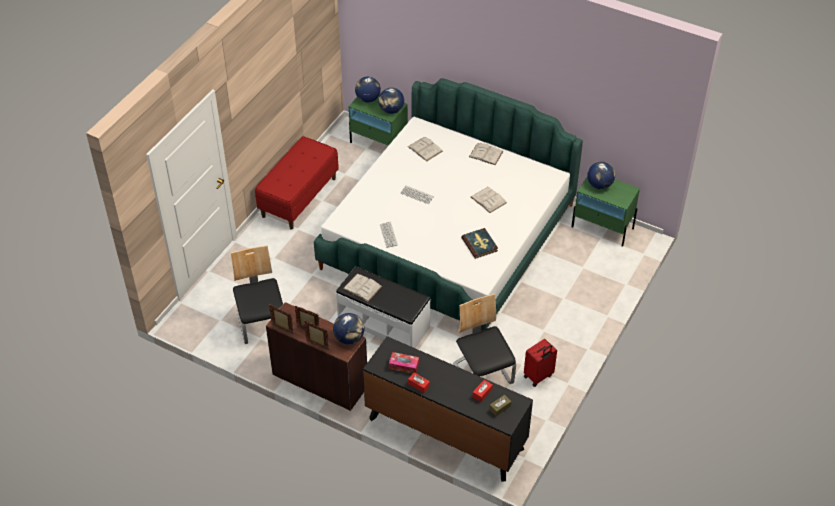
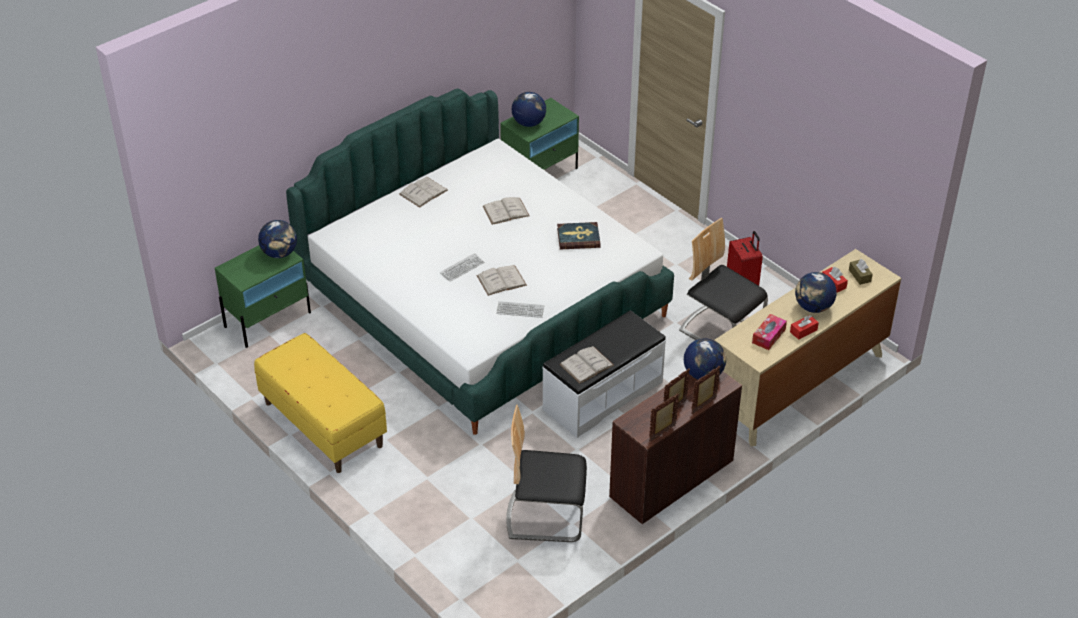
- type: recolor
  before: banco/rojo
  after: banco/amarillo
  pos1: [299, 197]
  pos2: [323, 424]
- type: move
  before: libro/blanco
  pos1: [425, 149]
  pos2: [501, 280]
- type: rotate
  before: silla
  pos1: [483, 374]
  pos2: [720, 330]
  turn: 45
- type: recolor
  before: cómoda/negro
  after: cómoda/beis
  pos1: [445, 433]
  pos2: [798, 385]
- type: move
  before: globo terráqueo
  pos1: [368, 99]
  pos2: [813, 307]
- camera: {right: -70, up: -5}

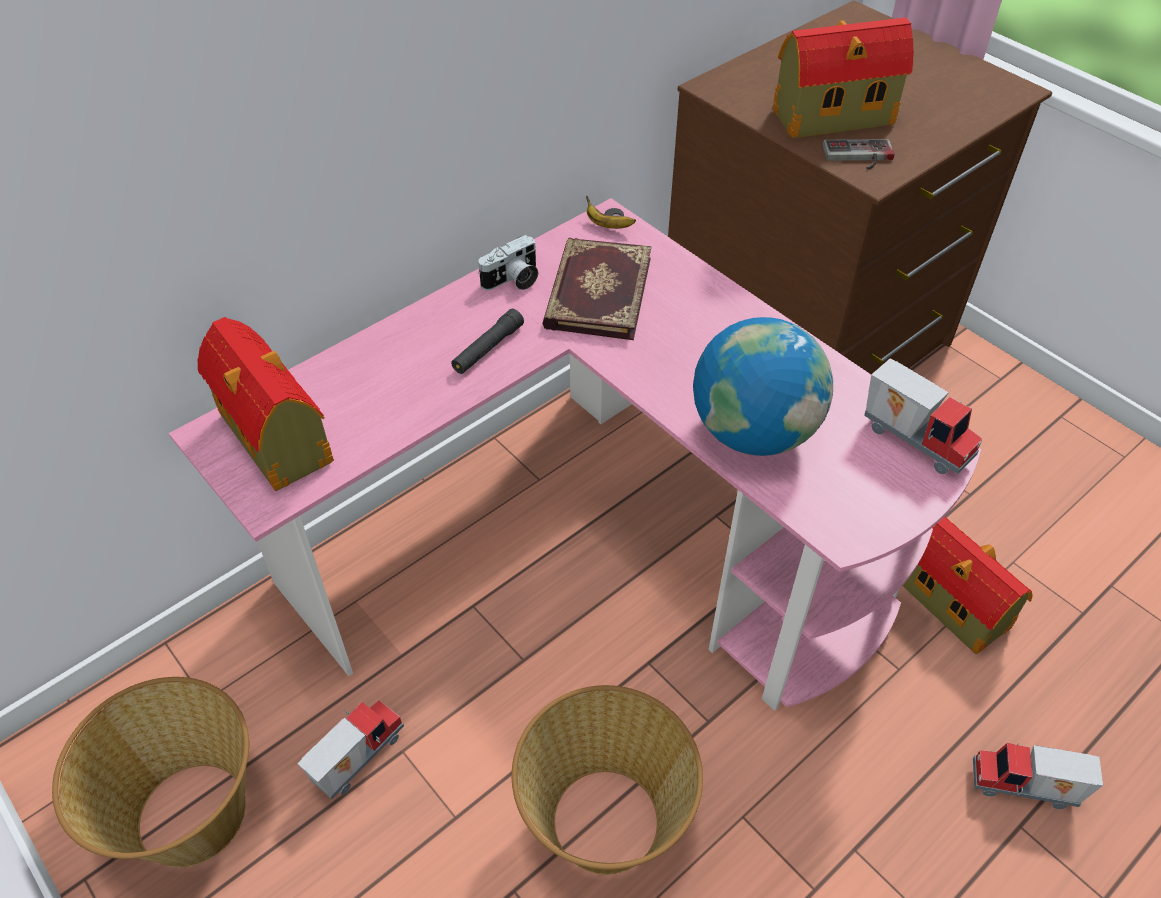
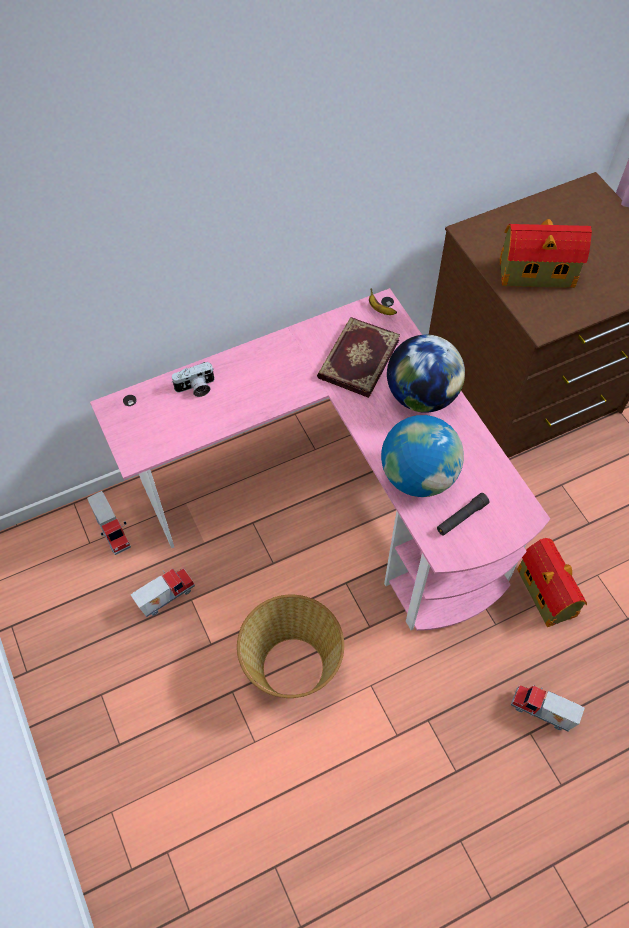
- type: move
  before: camión de juguete
  pos1: [915, 439]
  pos2: [113, 530]
- type: move
  before: cámara
  pos1: [513, 280]
  pos2: [196, 388]
- type: insert
  after: globo terráqueo
  pos2: [421, 395]
- type: move
  before: linterna/negro
  pos1: [488, 349]
  pos2: [461, 517]
- type: delete
  before: cesta
  pos1: [190, 813]
- type: delete
  before: casita
  pos1: [276, 439]
- type: delete
  before: mando de consola
  pos1: [859, 157]
- camera: {right: 15, up: 10}

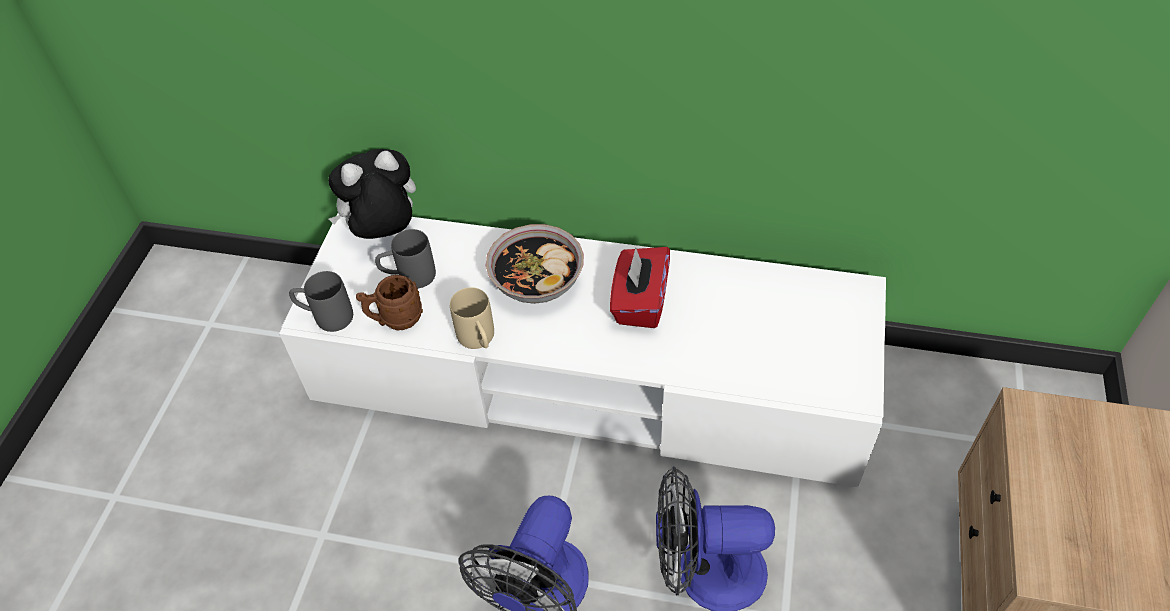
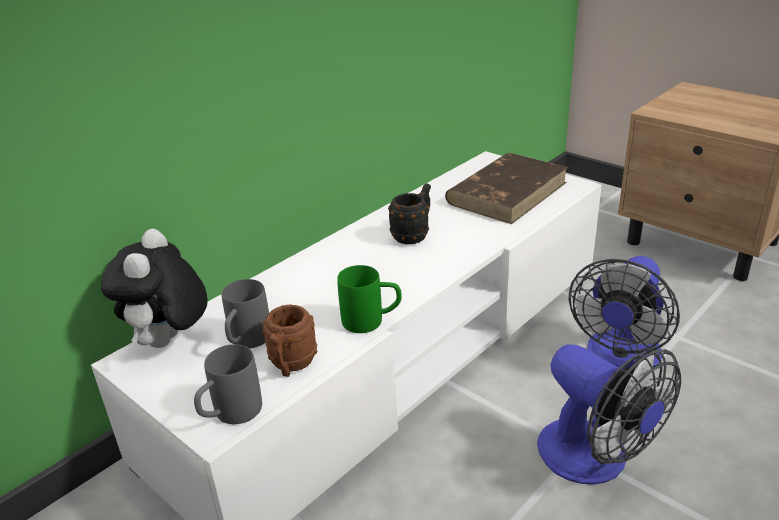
- type: recolor
  before: taza grande/beis
  after: taza grande/verde
  pos1: [479, 341]
  pos2: [372, 321]
- type: replace
  before: caja de pañuelos/rojo
  after: taza grande/negro
  pos1: [639, 302]
  pos2: [414, 235]
- type: insert
  after: libro/marrón
  pos2: [507, 192]
- type: delete
  before: cuenco
  pos1: [537, 281]
- camera: {right: -60, up: -20}

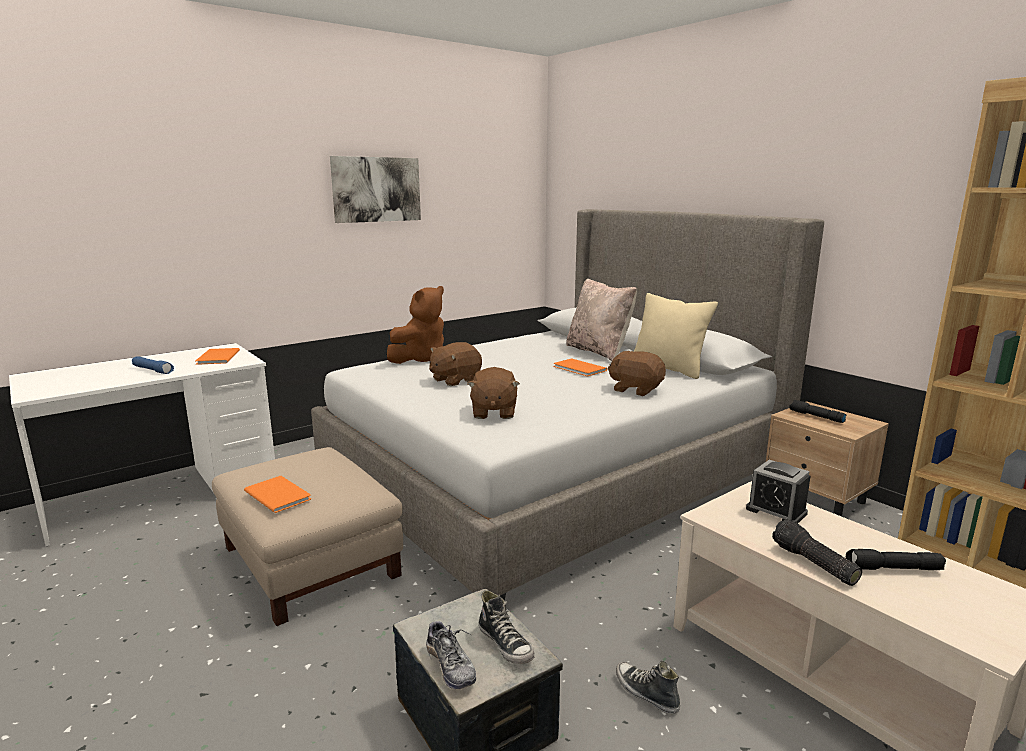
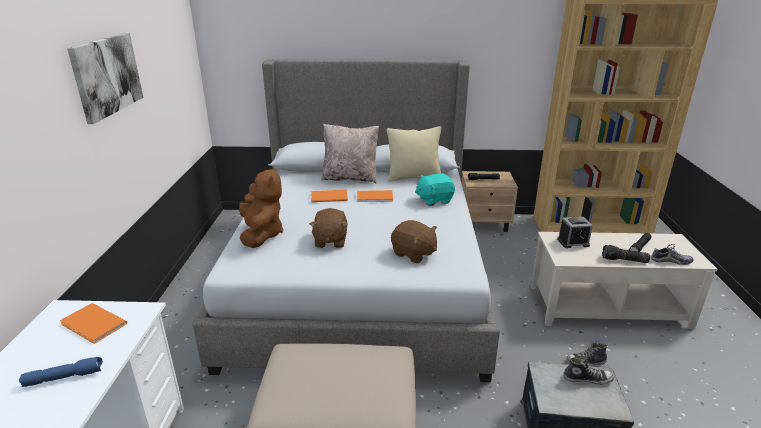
- type: move
  before: libro/naranja
  pos1: [278, 494]
  pos2: [328, 196]
- type: recolor
  before: peluche/marrón
  after: peluche/turquesa
  pos1: [636, 389]
  pos2: [434, 200]
- type: move
  before: zapato
  pos1: [450, 666]
  pos2: [670, 261]
- camera: {right: -50, up: 10}

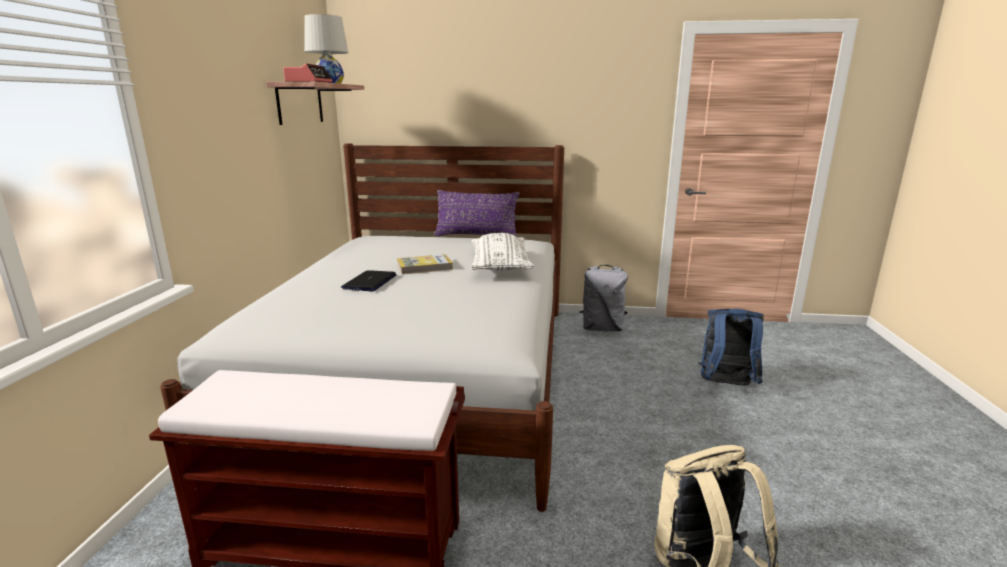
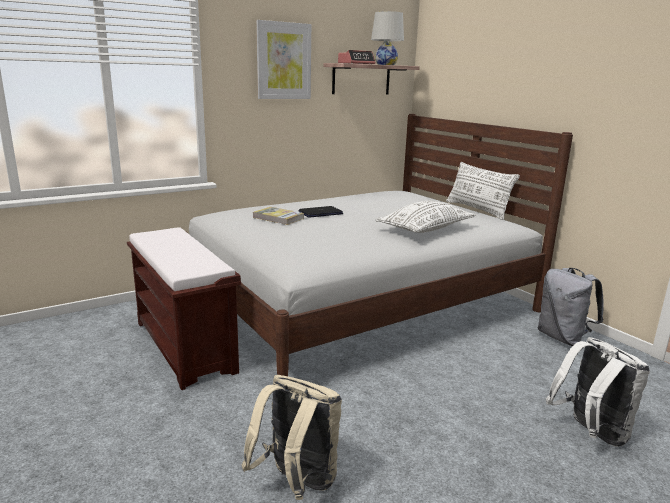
- type: move
  before: libro
  pos1: [424, 267]
  pos2: [278, 218]
- type: insert
  after: cuadro
  pos2: [283, 61]
- type: recolor
  before: cojín/morado
  after: cojín/blanco
  pos1: [476, 236]
  pos2: [477, 210]
- type: recolor
  before: mochila/azul
  after: mochila/blanco
  pos1: [726, 385]
  pos2: [590, 433]
- camera: {right: 50, up: 0}

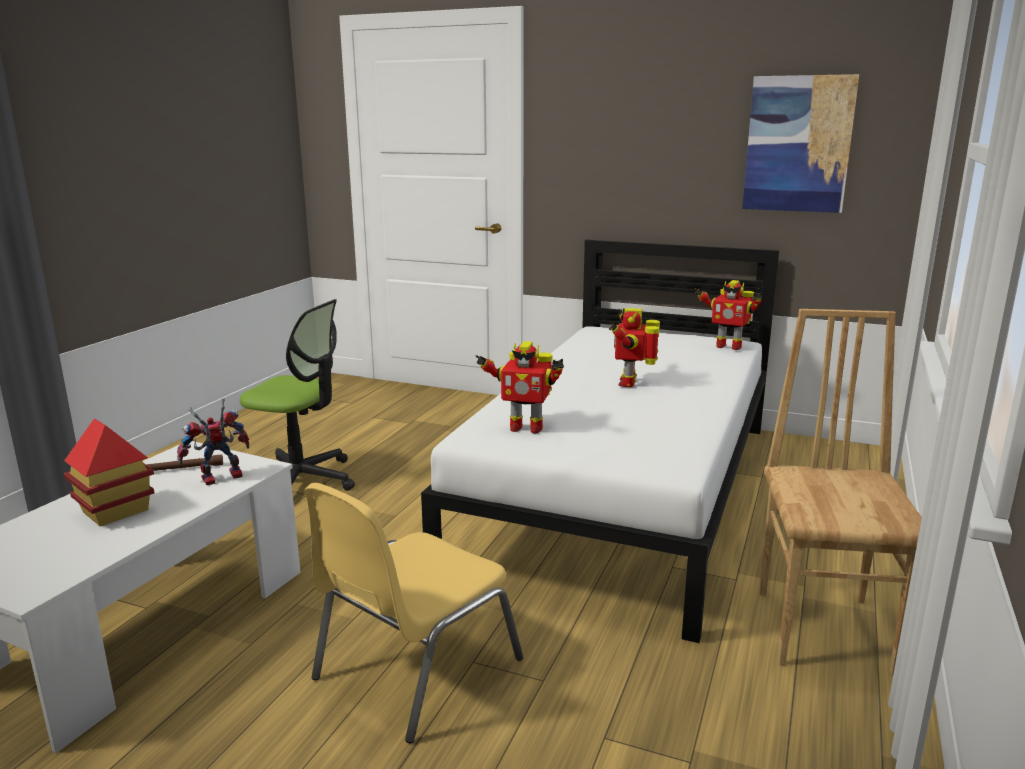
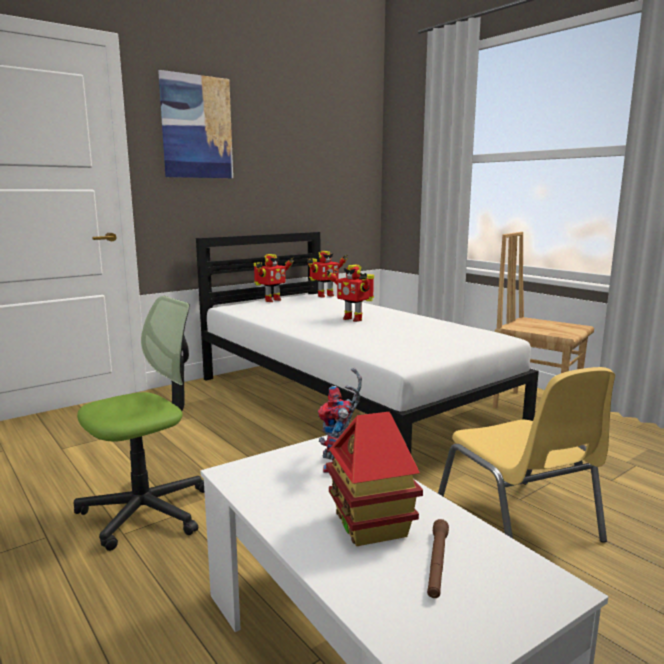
- type: move
  before: cuadro
  pos1: [798, 144]
  pos2: [197, 127]
- type: move
  before: robot de juguete
  pos1: [525, 427]
  pos2: [271, 300]
- type: move
  before: linterna/marrón
  pos1: [185, 468]
  pos2: [437, 564]
- camera: {right: -60, up: -5}

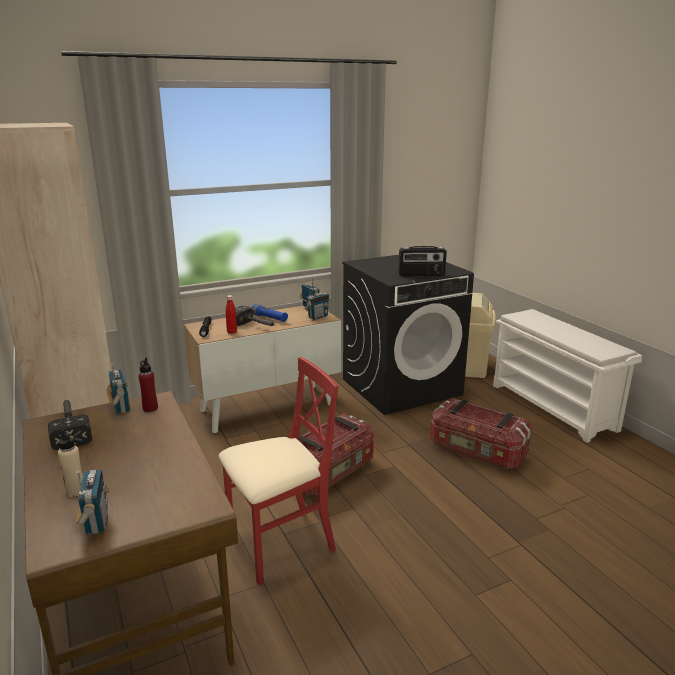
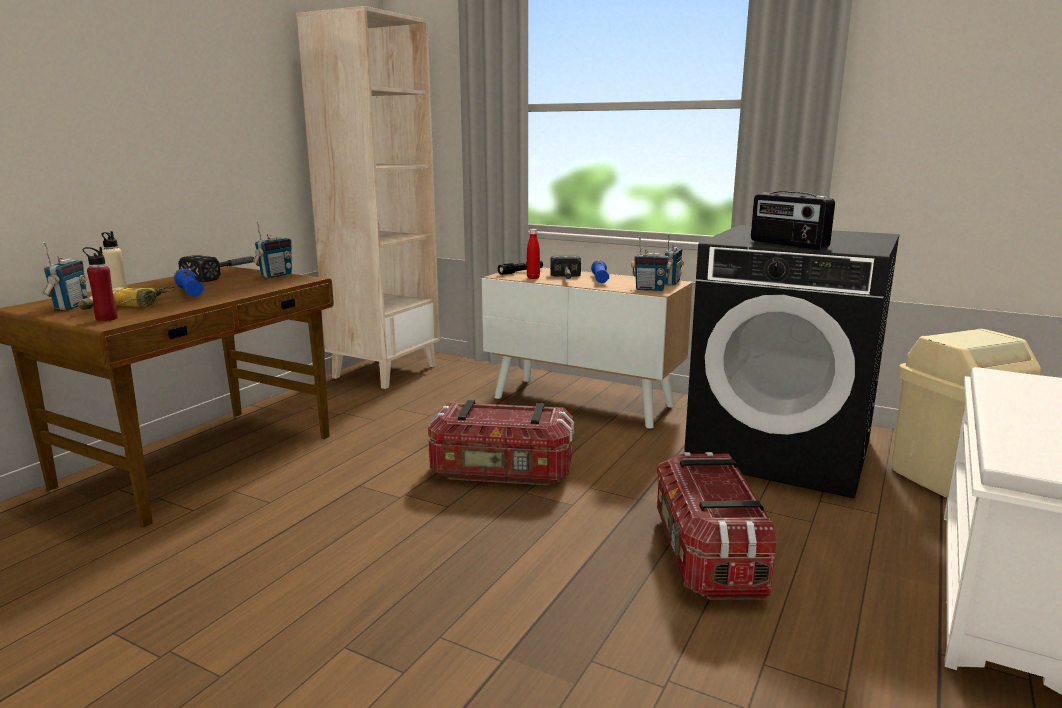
- type: rotate
  before: radio
  pos1: [96, 522]
  pos2: [70, 306]
  turn: -45
- type: insert
  after: taladro
  pos2: [127, 306]
- type: move
  before: botella/rojo
  pos1: [150, 408]
  pos2: [106, 319]
- type: insert
  after: linterna/azul
  pos2: [189, 292]
- type: delete
  before: silla/rojo
  pos1: [280, 544]
- camera: {right: 55, up: -5}

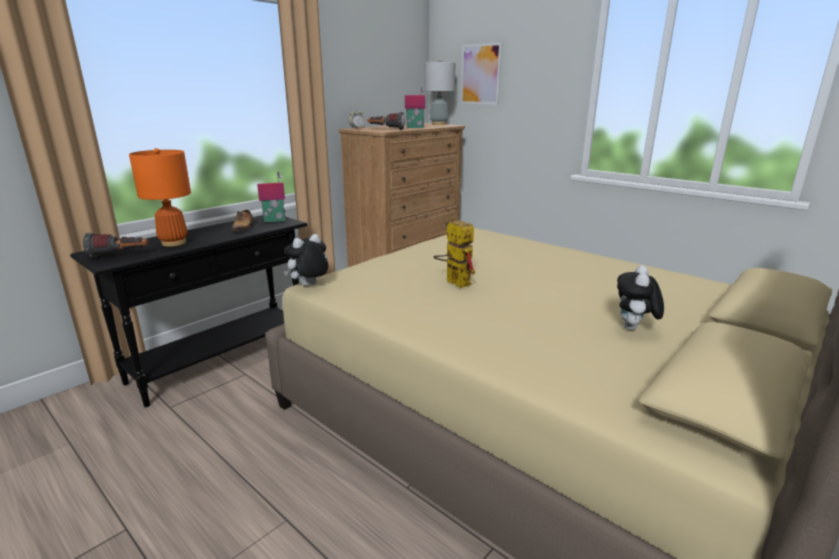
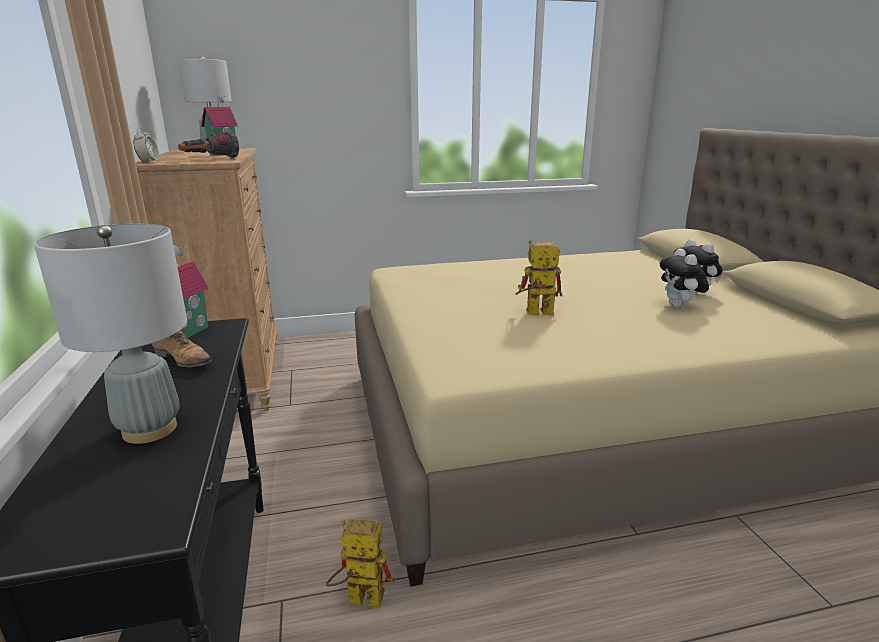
- type: recolor
  before: lámpara de mesa/naranja
  after: lámpara de mesa/gris
  pos1: [173, 243]
  pos2: [149, 429]
- type: insert
  after: robot de juguete
  pos2: [357, 599]
- type: move
  before: peluche
  pos1: [309, 286]
  pos2: [679, 306]
- type: delete
  before: linterna
  pos1: [119, 256]
- type: delete
  before: cuadro
  pos1: [480, 74]
- camera: {right: -55, up: 0}

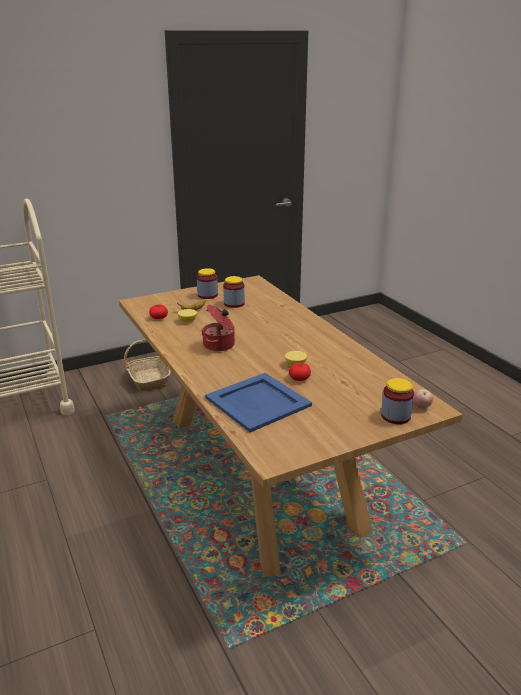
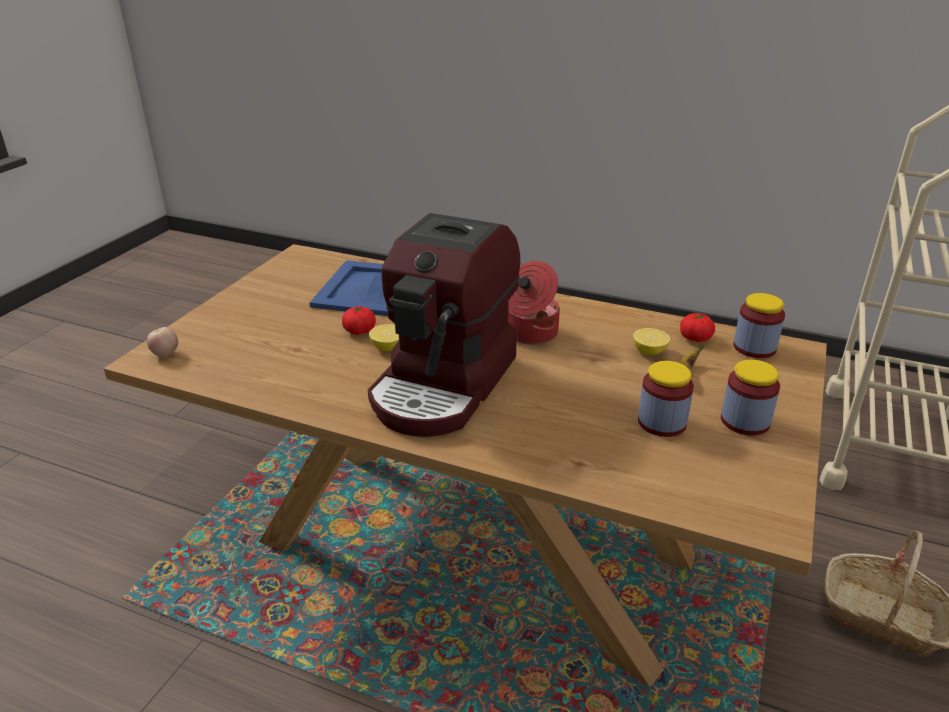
- type: insert
  after: cafetera
  pos2: [445, 384]
- type: move
  before: tarro
  pos1: [395, 416]
  pos2: [754, 347]
- camera: {right: 140, up: 5}

